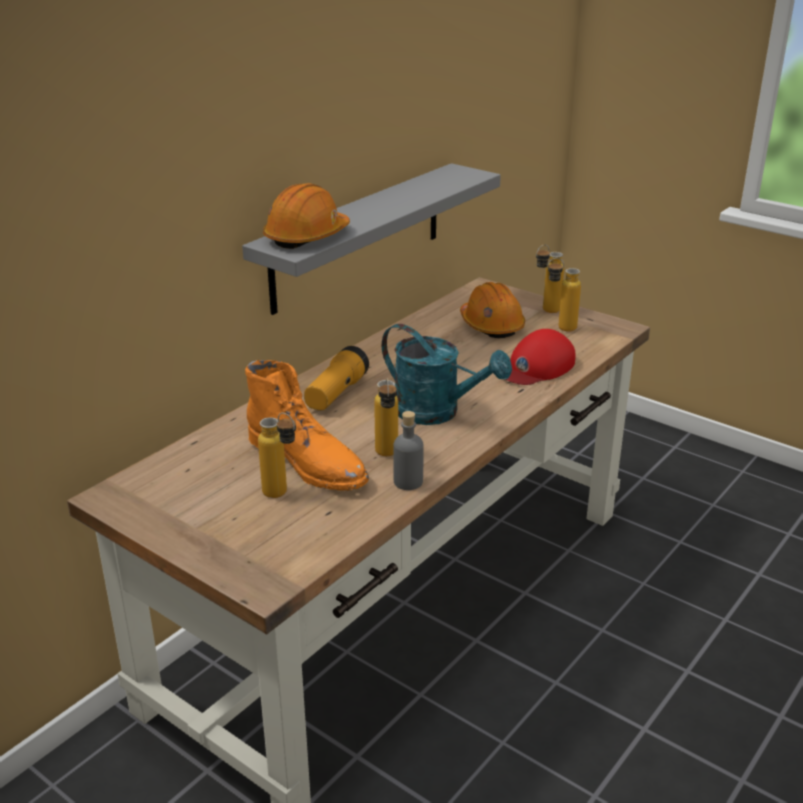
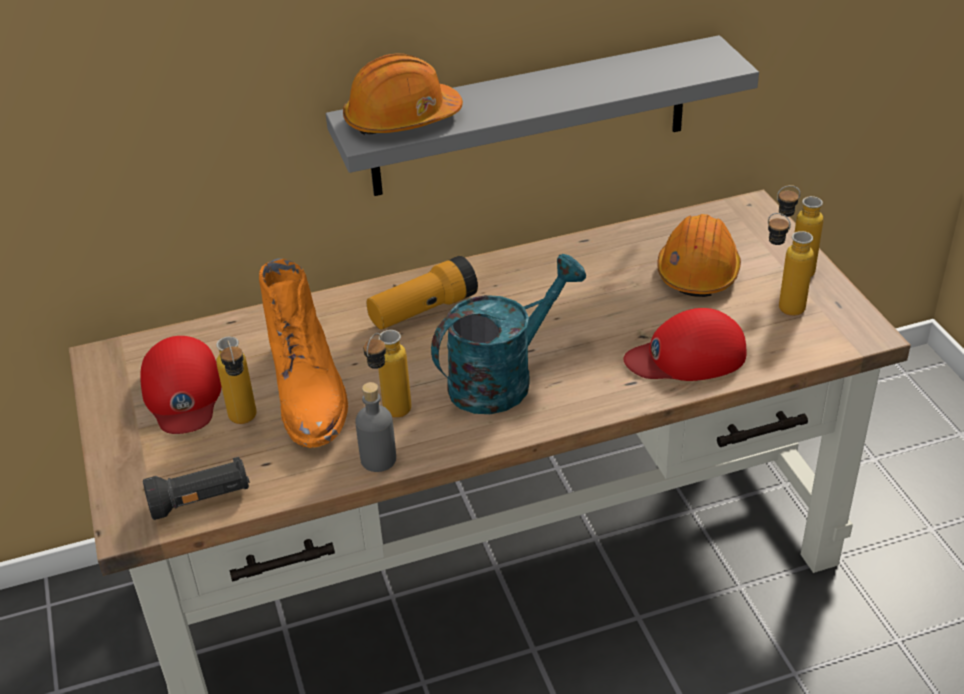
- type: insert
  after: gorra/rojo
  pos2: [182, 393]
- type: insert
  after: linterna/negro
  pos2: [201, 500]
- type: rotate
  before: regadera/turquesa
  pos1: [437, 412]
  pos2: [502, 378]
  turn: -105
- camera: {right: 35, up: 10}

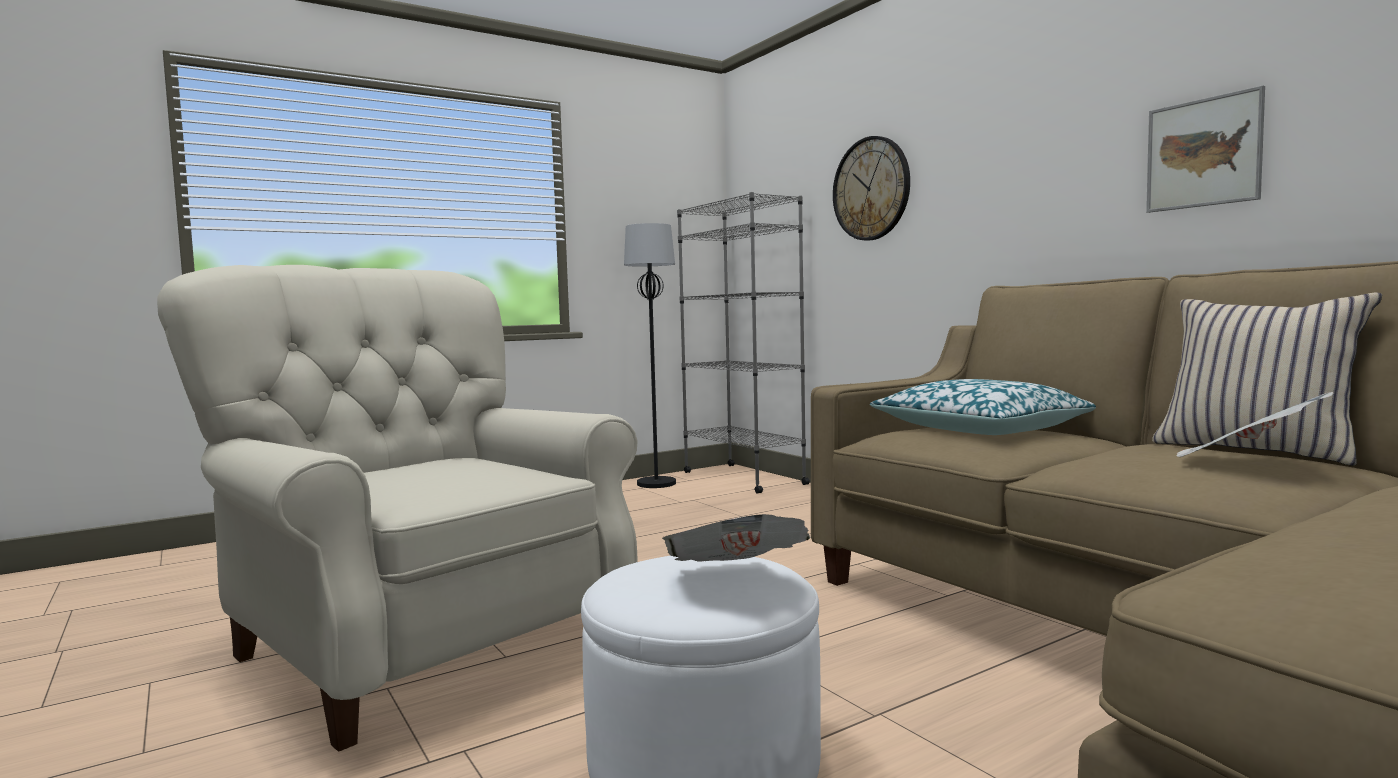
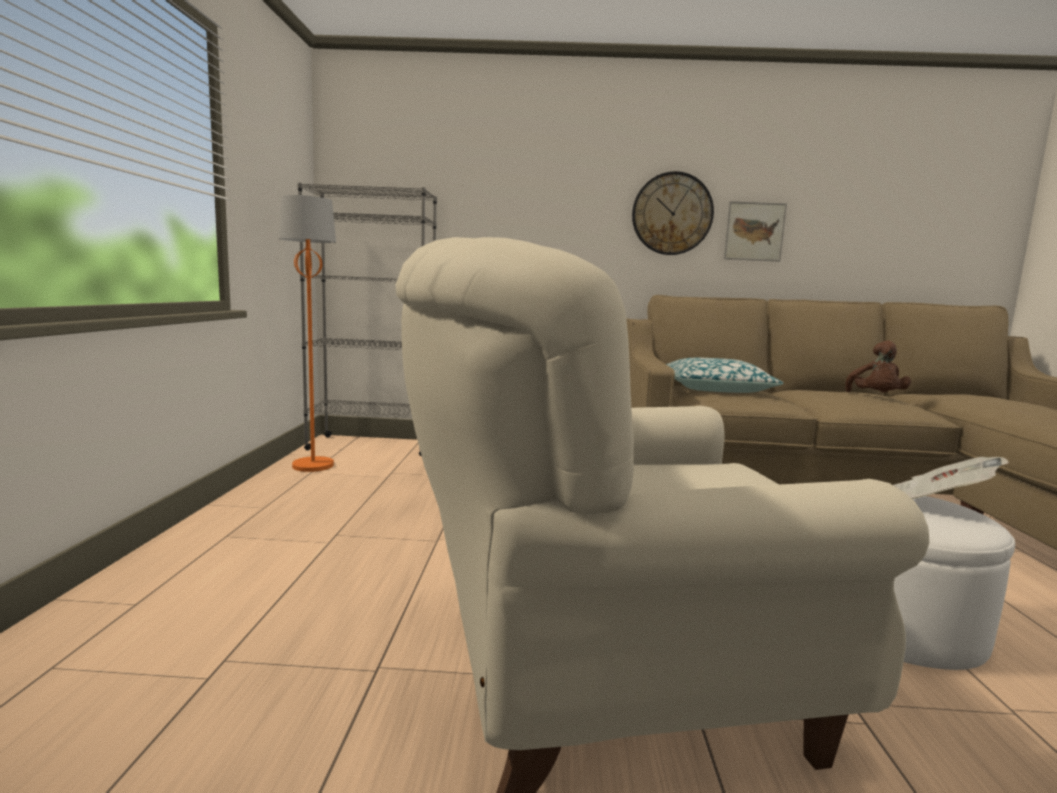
- type: recolor
  before: lámpara de pie/negro
  after: lámpara de pie/naranja
  pos1: [656, 483]
  pos2: [313, 465]
- type: move
  before: reloj de pared
  pos1: [871, 189]
  pos2: [672, 214]
- type: replace
  before: periódico
  after: peluche/marrón
  pos1: [1243, 463]
  pos2: [876, 397]
- type: delete
  before: cojín/beis
  pos1: [1255, 450]
- camera: {right: -55, up: 5}

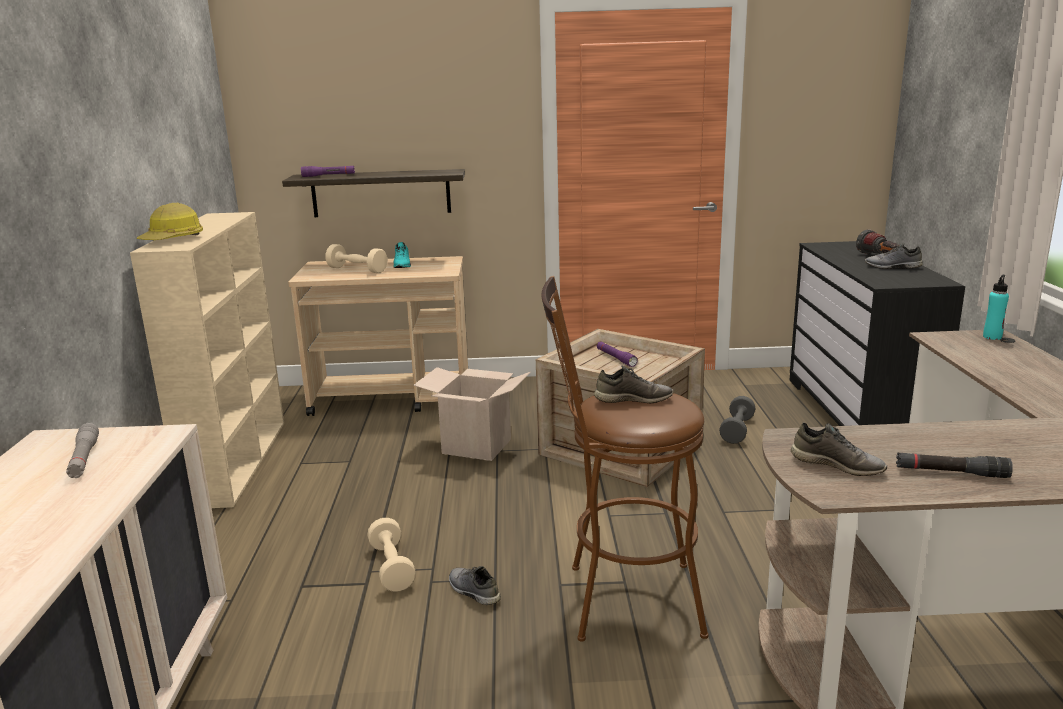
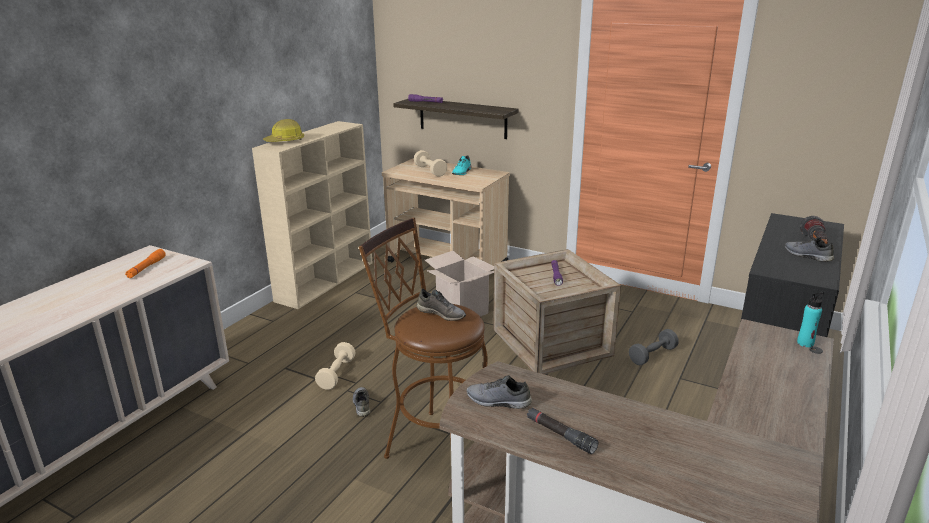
- type: recolor
  before: linterna/gris
  after: linterna/naranja
  pos1: [84, 459]
  pos2: [146, 268]
- type: rotate
  before: zapato/gris
  pos1: [837, 465]
  pos2: [498, 401]
  turn: 135
- camera: {right: 30, up: 5}

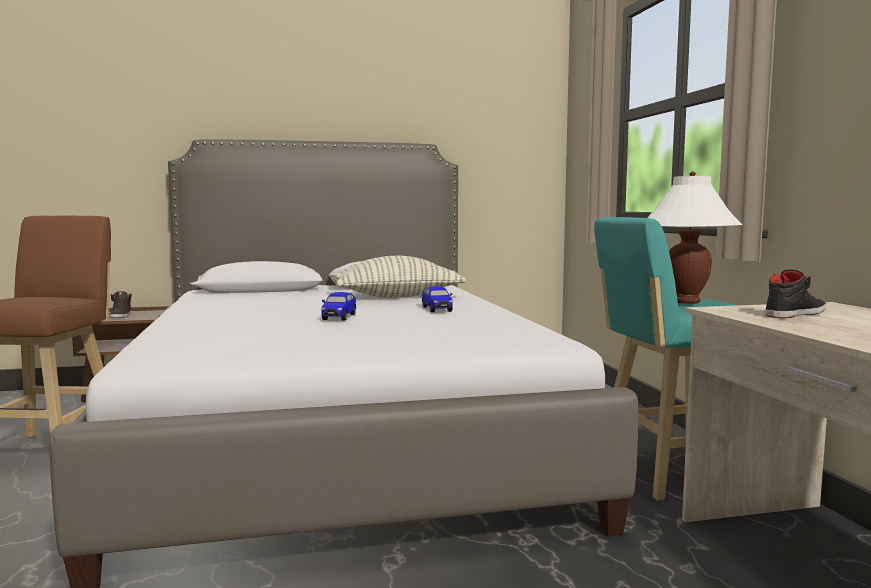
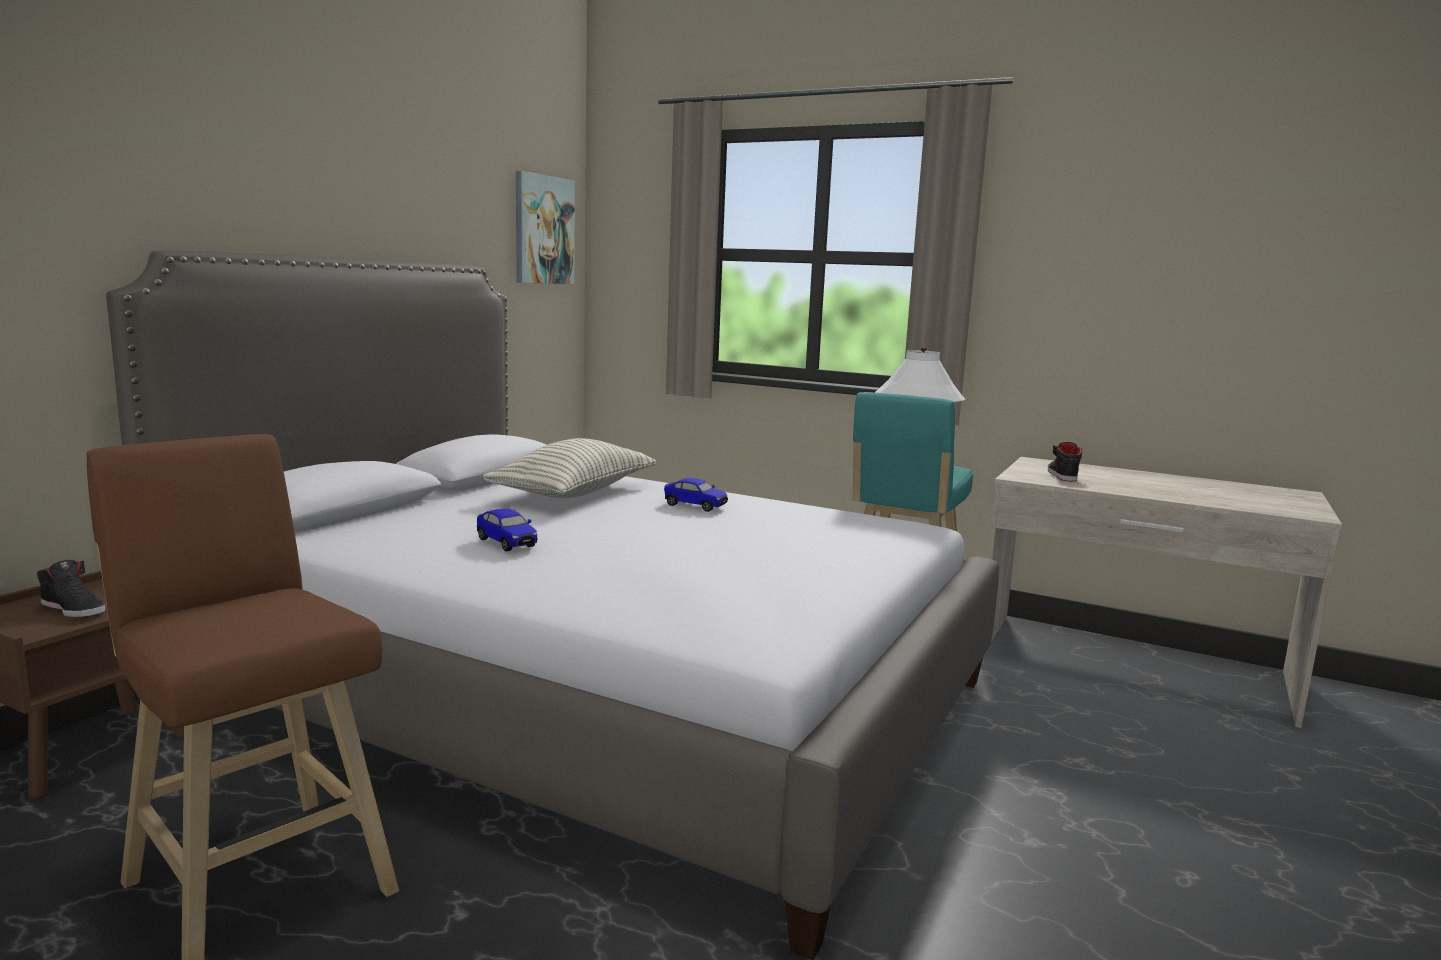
- type: move
  before: coche de juguete
  pos1: [339, 317]
  pos2: [506, 543]
- type: insert
  after: cuadro
  pos2: [543, 230]
- camera: {right: -50, up: 5}

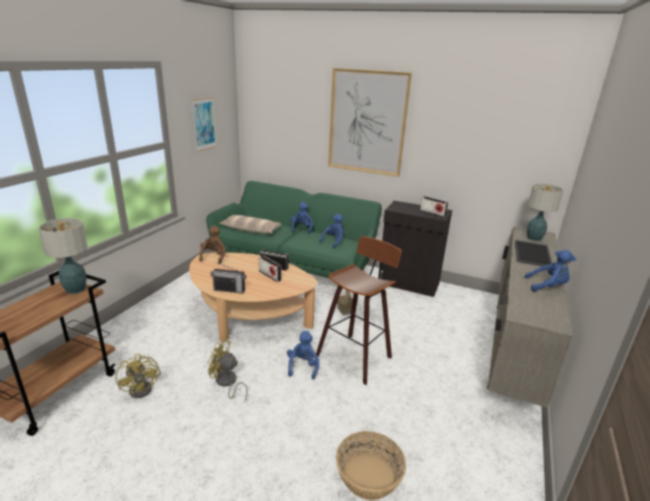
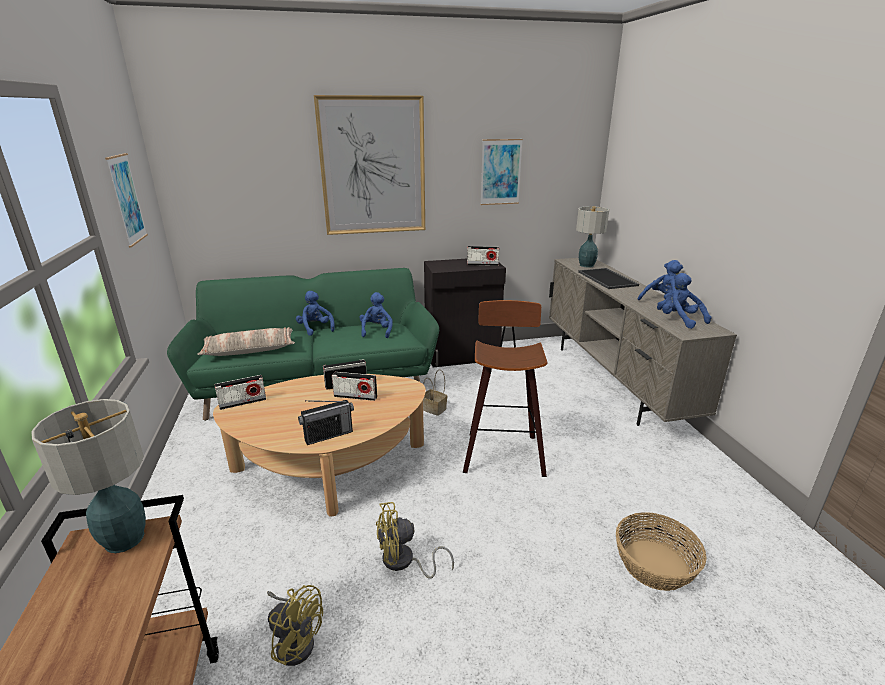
- type: replace
  before: peluche/marrón
  after: radio
  pos1: [213, 257]
  pos2: [243, 402]
- type: insert
  after: cuadro
  pos2: [500, 172]
- type: move
  before: peluche/azul
  pos1: [302, 367]
  pos2: [680, 320]
- camera: {right: -35, up: 0}

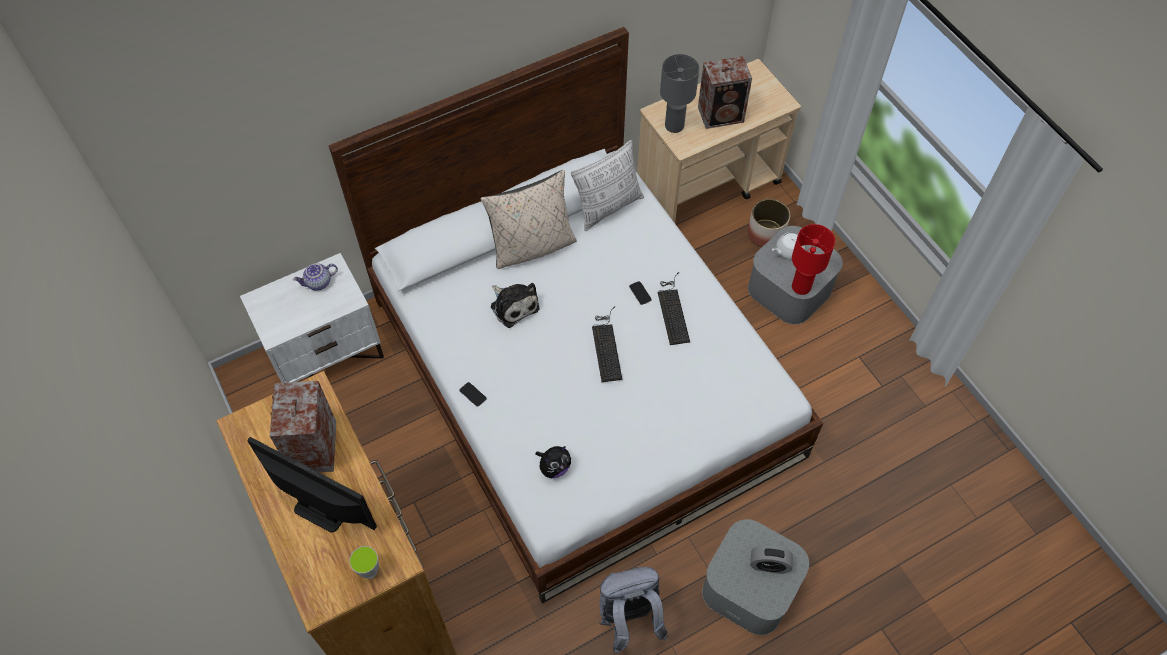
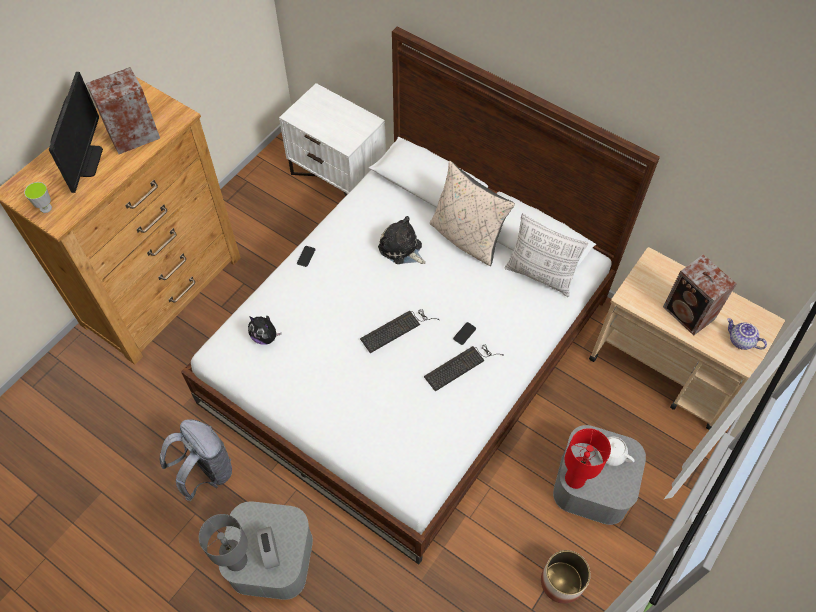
- type: move
  before: lámpara de mesa/gris
  pos1: [674, 126]
  pos2: [236, 560]
- type: rotate
  before: peluche
  pos1: [513, 305]
  pos2: [402, 249]
  turn: 105
- type: move
  before: maceta
  pos1: [766, 234]
  pos2: [562, 581]
- type: move
  before: tetera
  pos1: [318, 283]
  pos2: [740, 341]
- camera: {right: 65, up: 0}

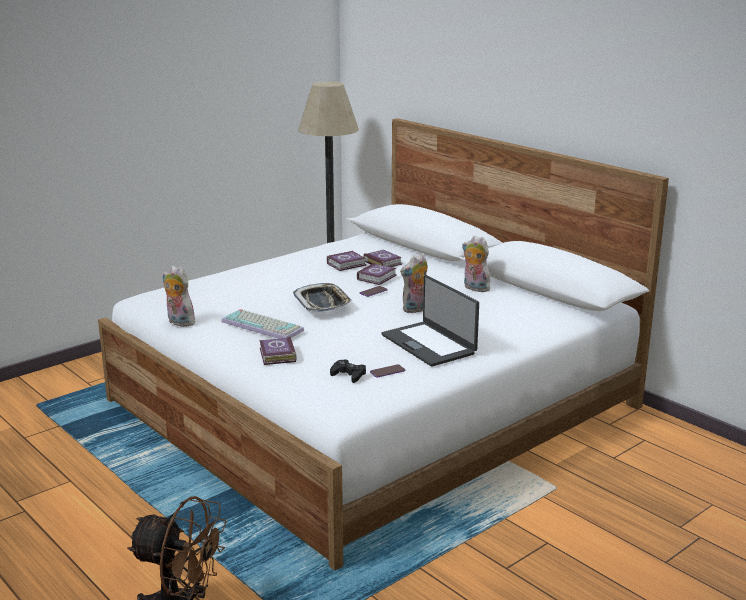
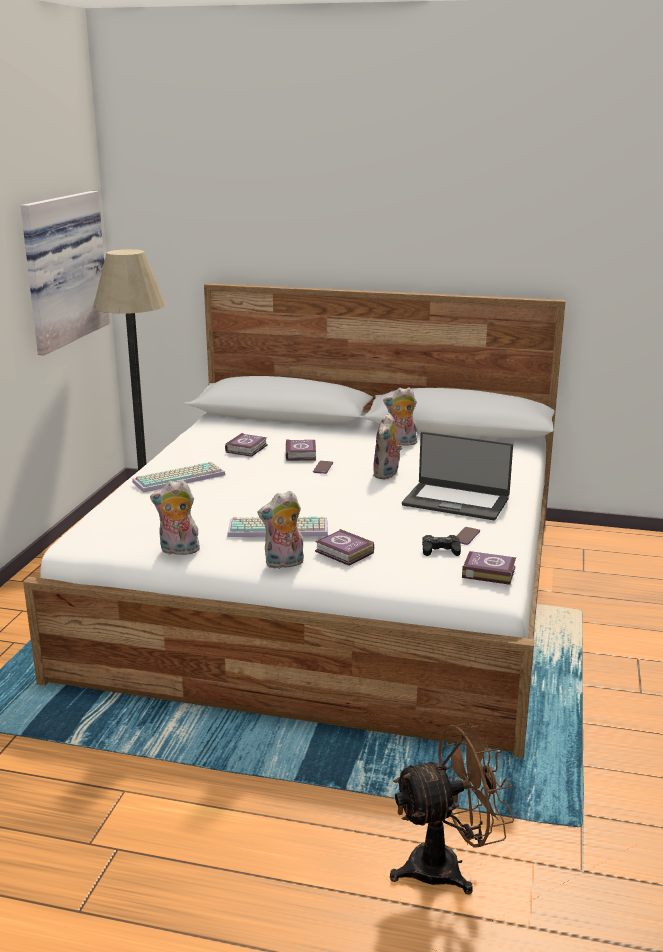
- type: insert
  after: cuadro
  pos2: [61, 269]
- type: insert
  after: teclado
  pos2: [179, 477]
- type: insert
  after: peluche
  pos2: [284, 564]
- type: move
  before: libro
  pos1: [382, 262]
  pos2: [487, 572]
- type: delete
  before: bandeja
  pos1: [322, 302]
- camera: {right: -35, up: 0}

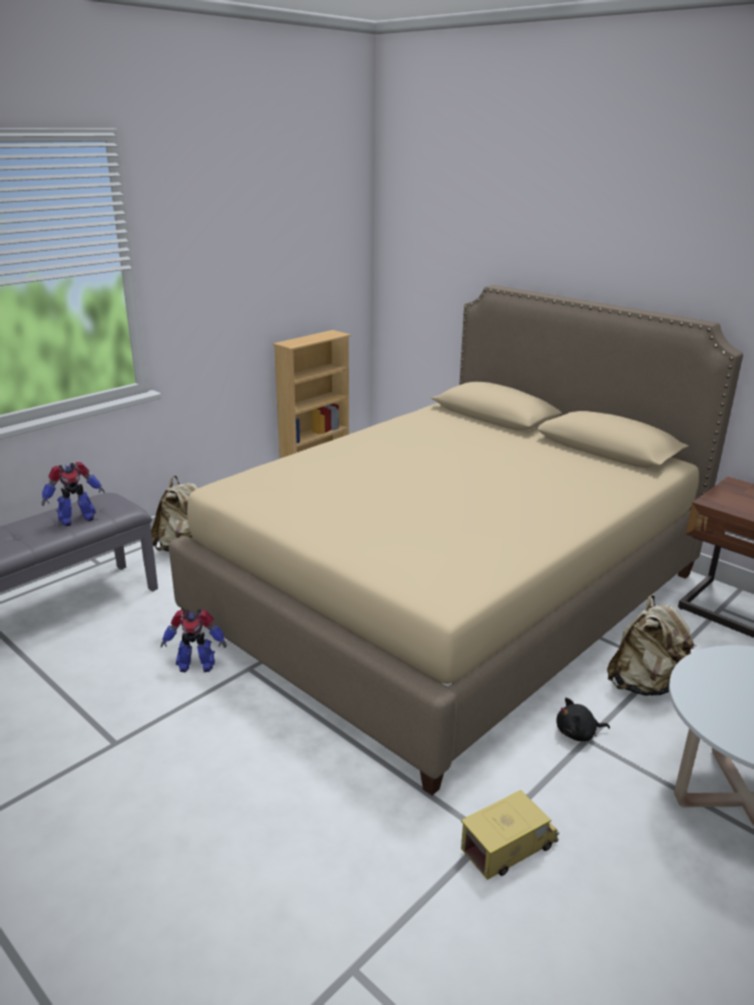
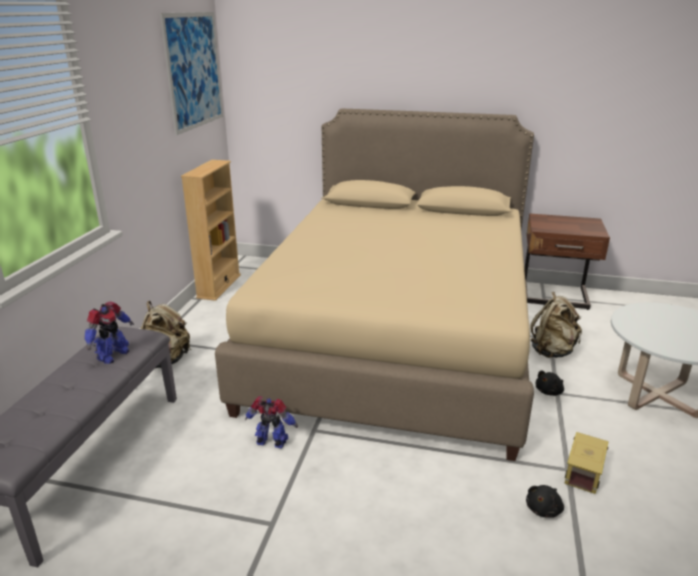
- type: insert
  after: cuadro
  pos2: [194, 71]
- type: rotate
  before: robot de juguete
  pos1: [196, 665]
  pos2: [271, 443]
  turn: -135
- type: insert
  after: peluche/negro
  pos2: [544, 509]
- camera: {right: -30, up: 0}

